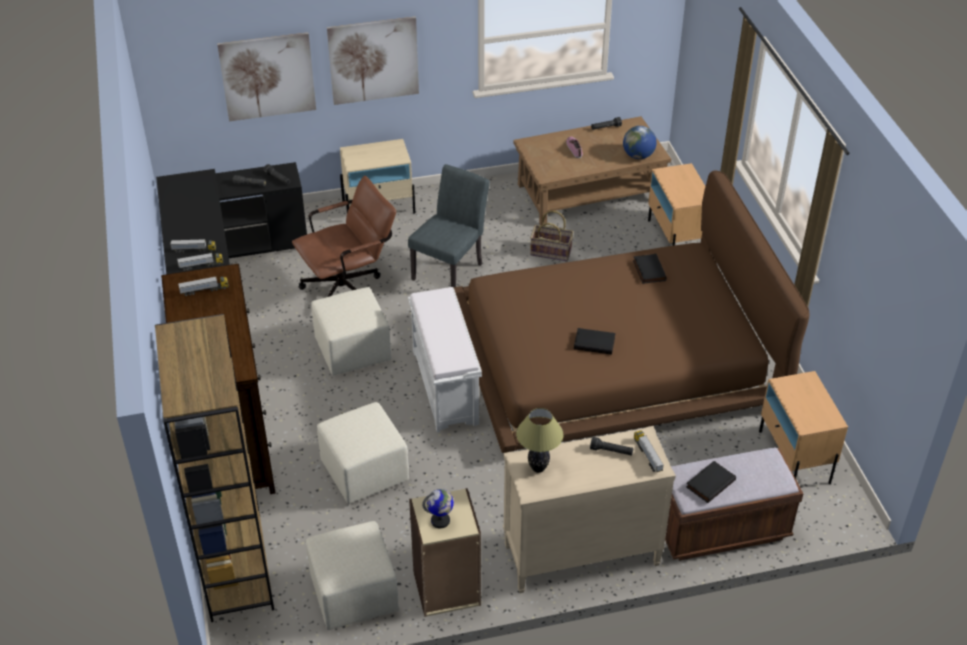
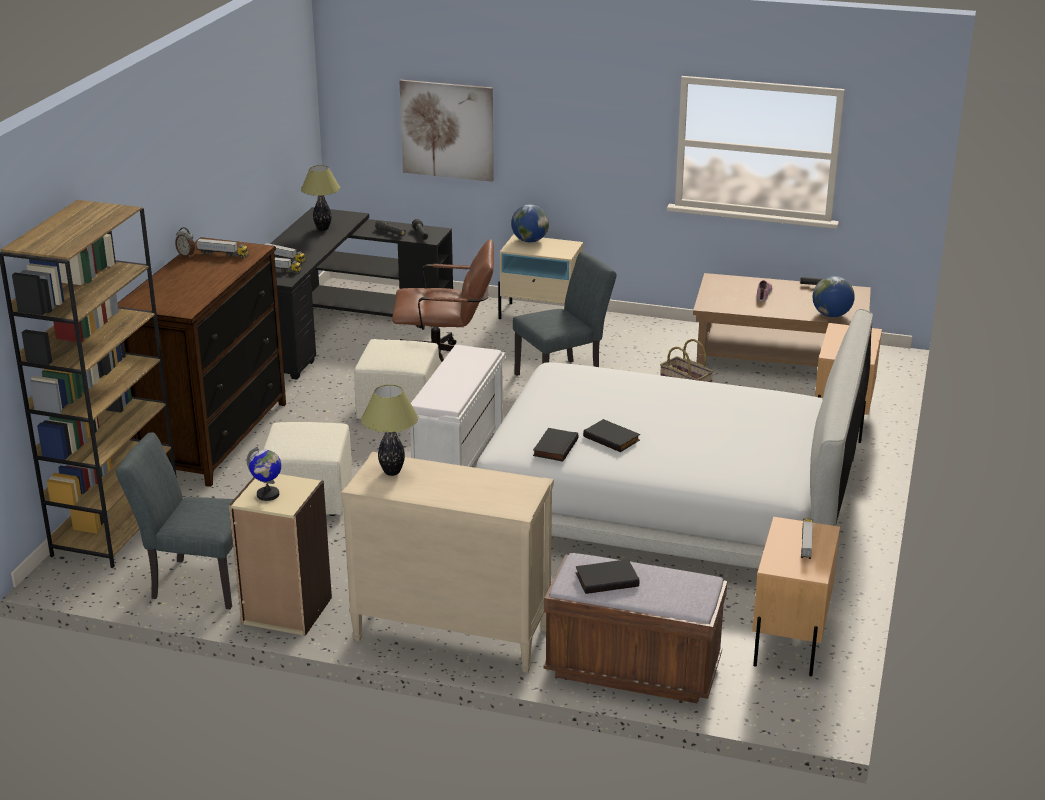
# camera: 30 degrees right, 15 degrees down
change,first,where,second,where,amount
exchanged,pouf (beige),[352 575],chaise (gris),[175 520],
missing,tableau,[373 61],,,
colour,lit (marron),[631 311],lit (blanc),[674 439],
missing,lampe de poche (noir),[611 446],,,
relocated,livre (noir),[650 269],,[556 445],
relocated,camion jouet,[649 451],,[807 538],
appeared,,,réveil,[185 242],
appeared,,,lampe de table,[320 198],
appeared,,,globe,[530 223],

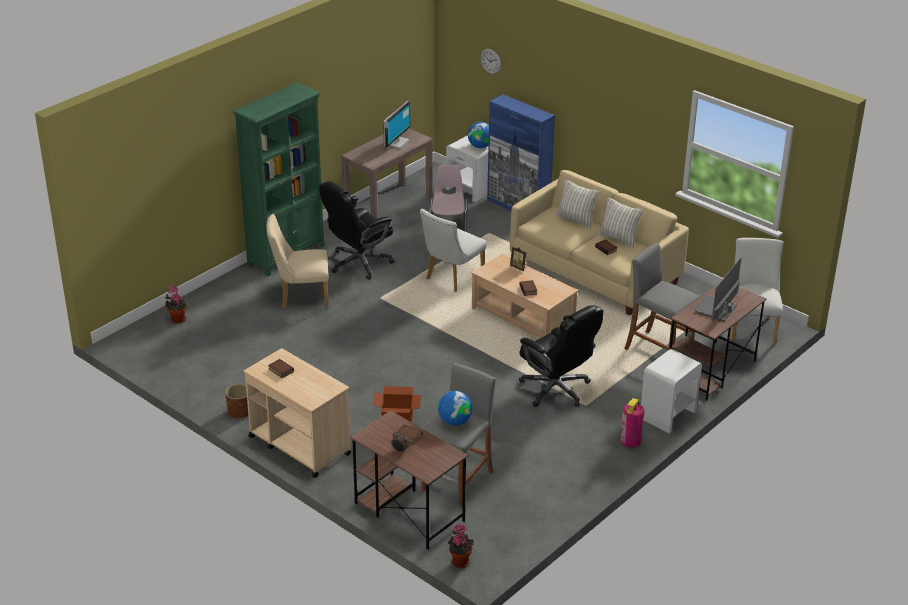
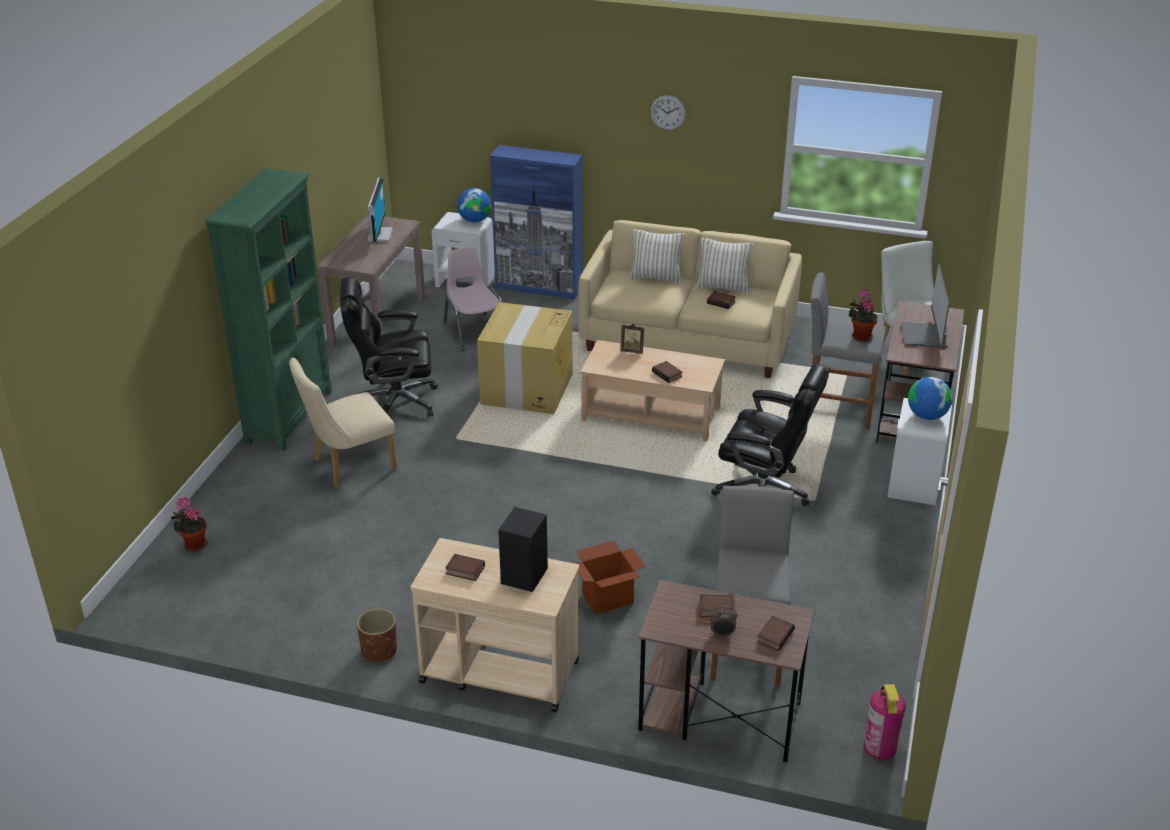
# camera: 25 degrees left, 0 degrees up
change,first,where,second,where,amount
spun,chaise de bureau (noir),[357 230],,[389 347],60 degrees clockwise
exchanged,chaise (blanc),[453 250],carton,[525 358],
relocated,globe,[455 408],,[930 398],
relocated,plante en pot,[461 545],,[863 315],
relocated,horloge murale,[491 61],,[668 112],
relocated,extincteur,[633 423],,[885 722],
appeared,,,enceinte (noir),[523 549],
appeared,,,livre,[776 633],

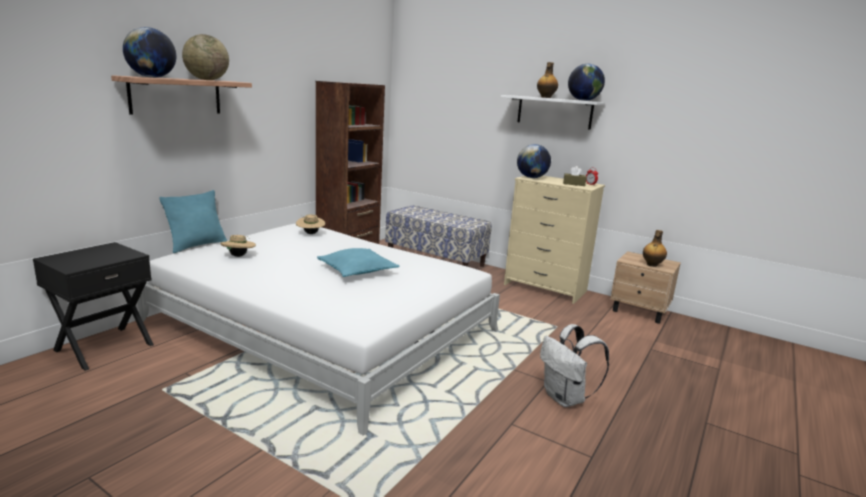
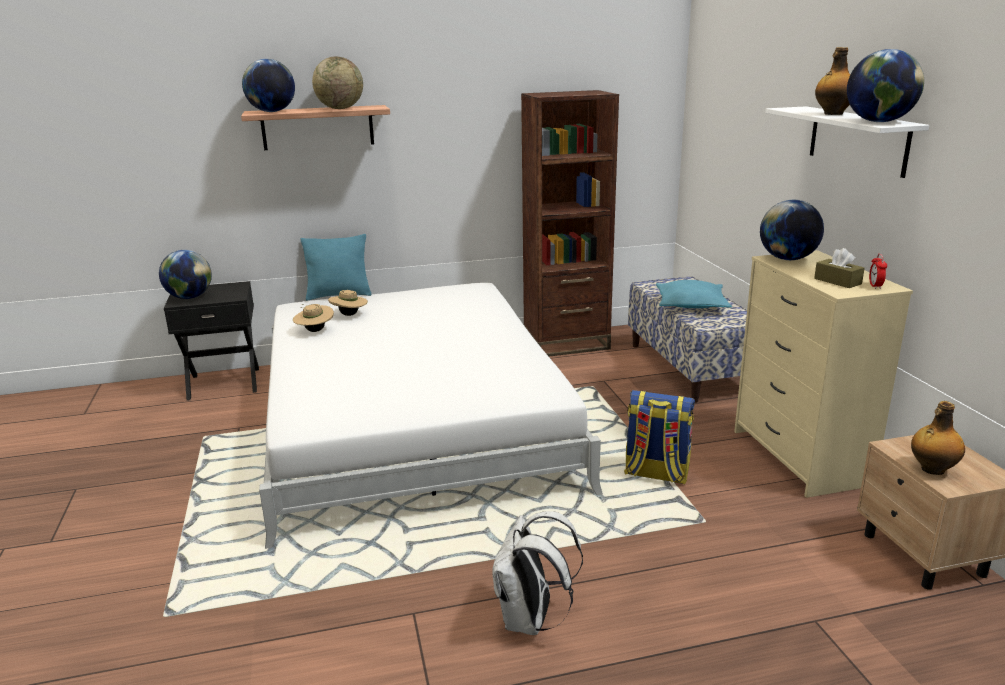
# camera: 45 degrees right, 5 degrees up
change,first,where,second,where,amount
relocated,chapeau (beige),[310 224],,[313 318],
relocated,coussin (turquoise),[358 262],,[694 294],
appeared,,,globe,[185 274],
appeared,,,sac à dos,[659 437],

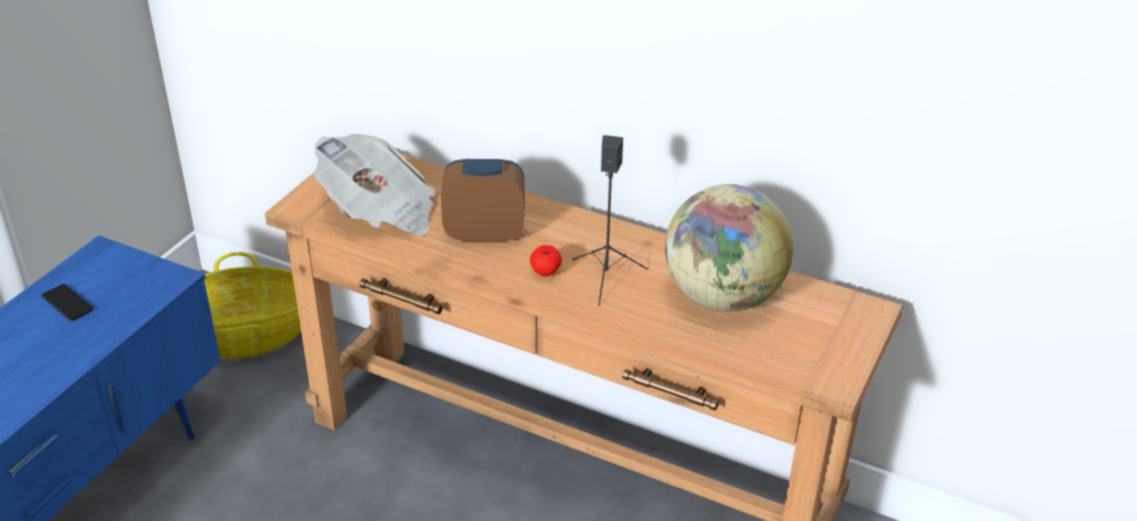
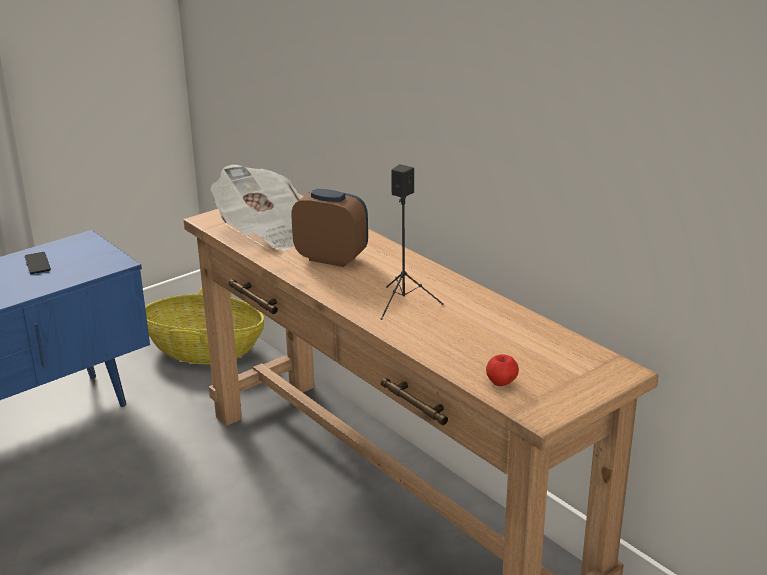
# camera: 25 degrees right, 10 degrees down
change,first,where,second,where,amount
relocated,pomme,[546 261],,[502 370],
missing,globe,[729 248],,,

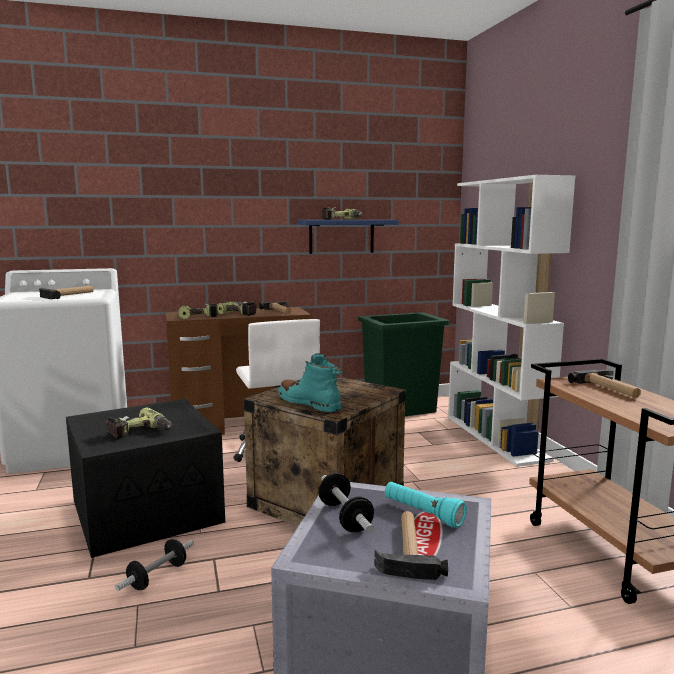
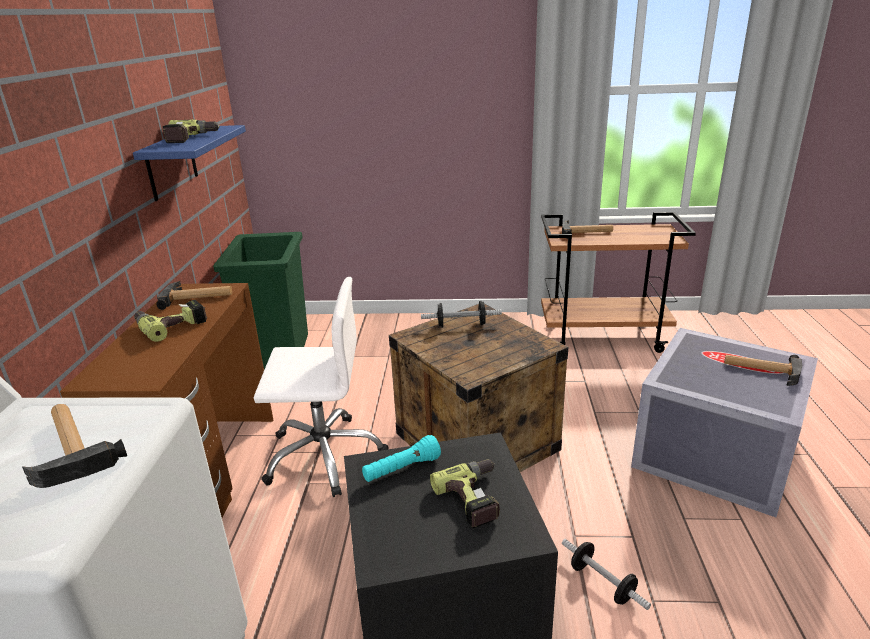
# camera: 70 degrees left, 15 degrees up
change,first,where,second,where,amount
missing,perceuse,[198 311],,,
missing,botte (turquoise),[310 382],,,
relocated,haltère,[346 503],,[461 314],
relocated,lampe de poche (turquoise),[426 505],,[401 458],
missing,bibliothèque (blanc),[511 320],,,

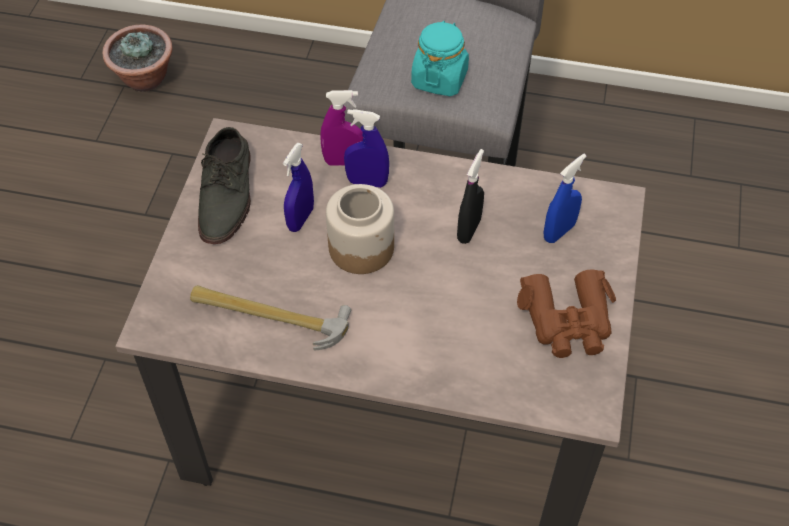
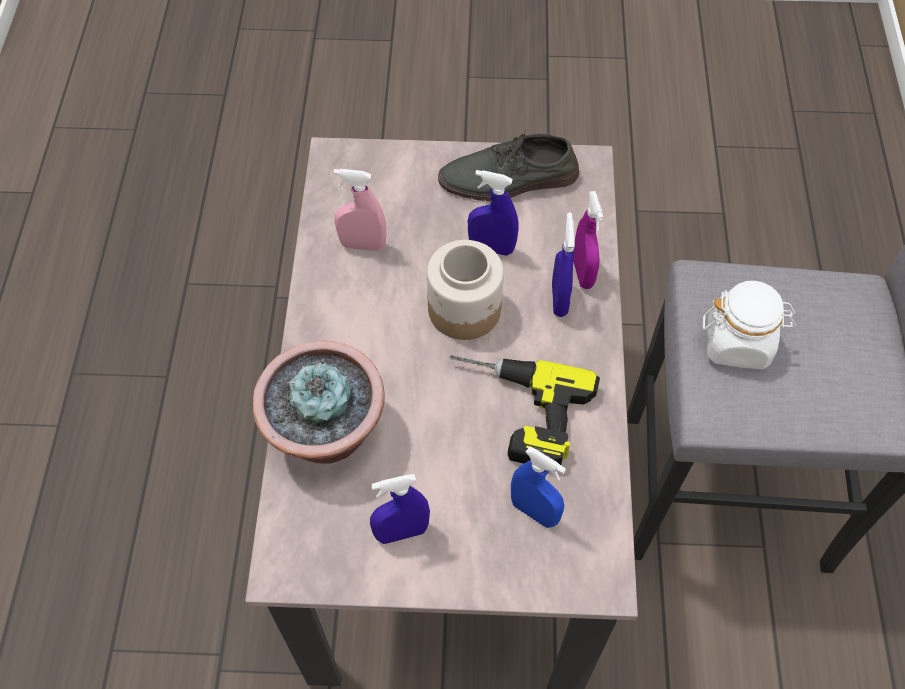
# camera: 80 degrees right, 5 degrees up
change,first,where,second,where,amount
relocated,plante en pot,[137 58],,[318 402],
exchanged,marteau,[270 317],vaporisateur (rose),[360 210],
colour,bocal (turquoise),[440 58],bocal (blanc),[749 325],
exchanged,vaporisateur (noir),[470 196],perceuse,[525 410],
exchanged,jumelles (marron),[566 314],vaporisateur (bleu),[400 509],

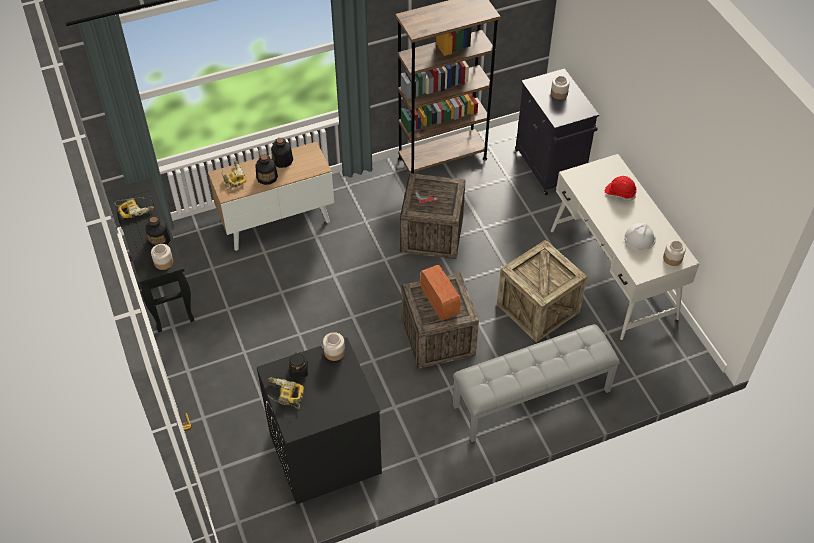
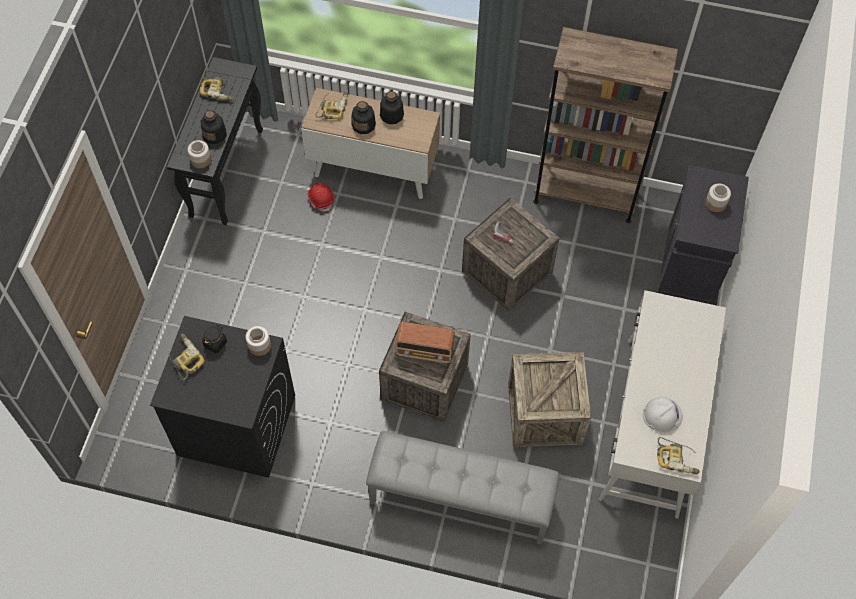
# camera: 35 degrees right, 10 degrees up
change,first,where,second,where,amount
spun,radio,[440 293],,[425 342],90 degrees clockwise
relocated,casque de chantier (rouge),[621 188],,[321 197],
exchanged,bocal,[674 253],perceuse,[678 455],

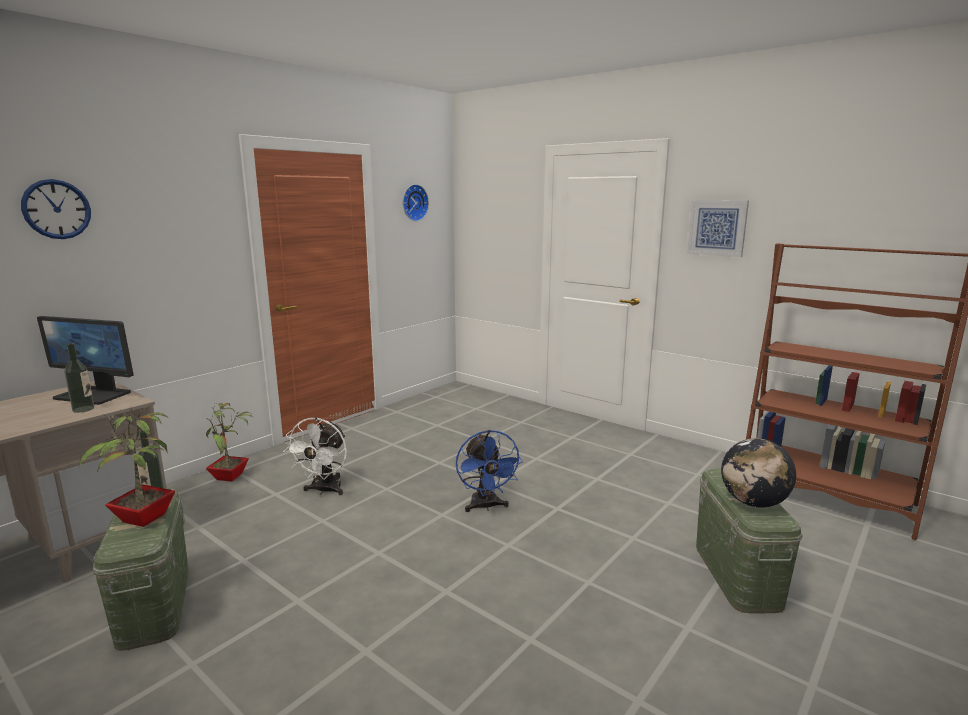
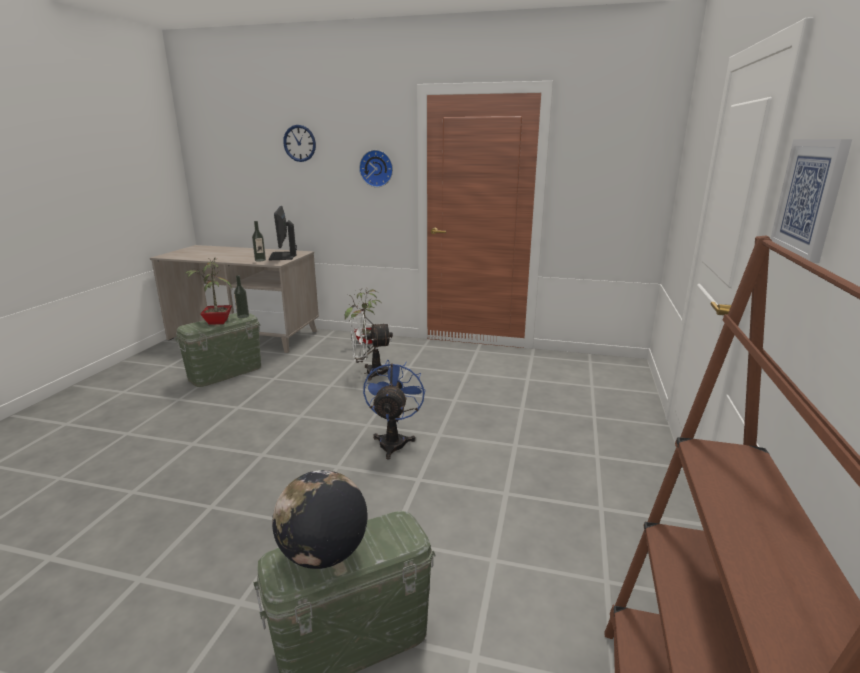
# camera: 65 degrees right, 5 degrees up
change,first,where,second,where,amount
relocated,horloge murale,[416 202],,[376 168],
spun,ventilateur (bleu),[489 471],,[394 409],135 degrees clockwise

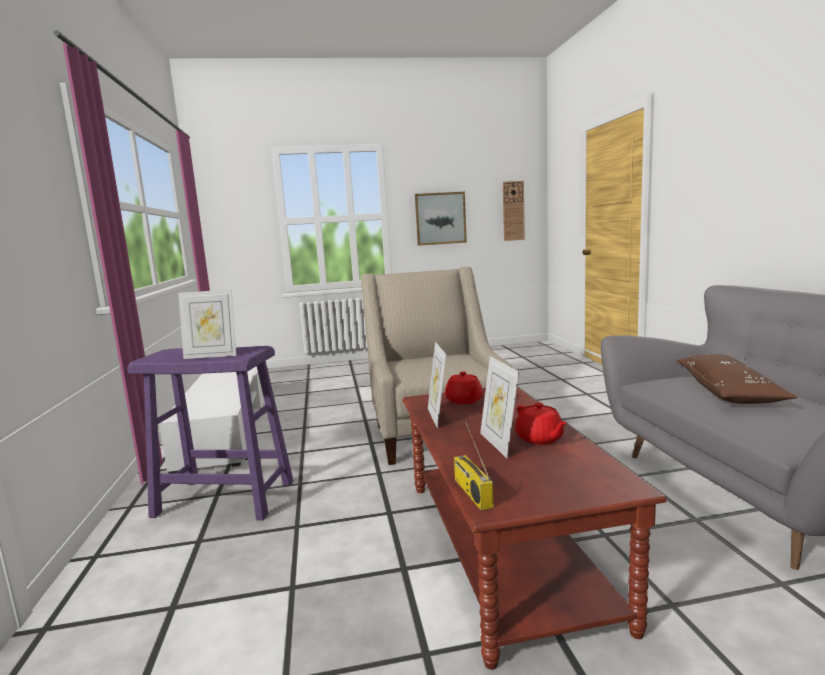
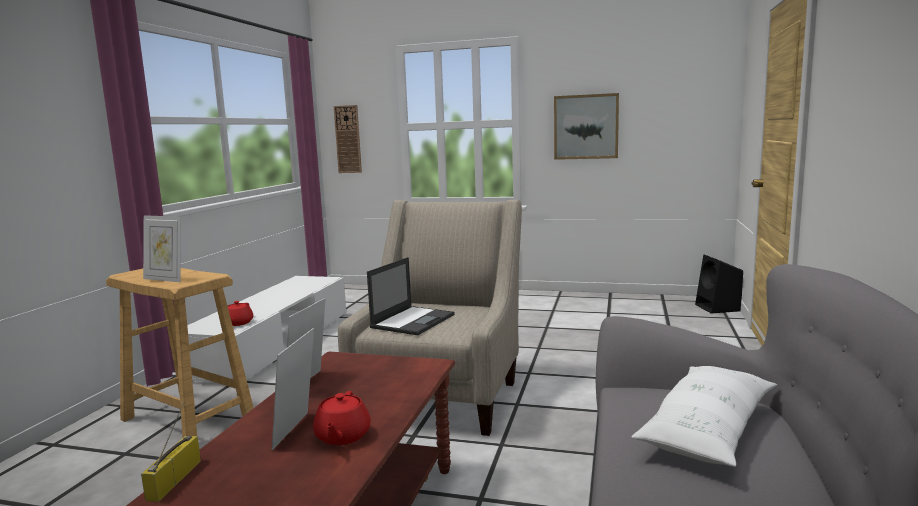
# camera: 25 degrees right, 0 degrees up
change,first,where,second,where,amount
colour,tabouret (violet),[210 433],tabouret (beige),[180 353],
relocated,théière (rouge),[464 387],,[240 313],
relocated,horloge murale,[514 211],,[348 139],
colour,coussin (marron),[736 379],coussin (blanc),[704 416],
appeared,,,ordinateur portable,[410 296],
appeared,,,enceinte (noir),[719 284],

